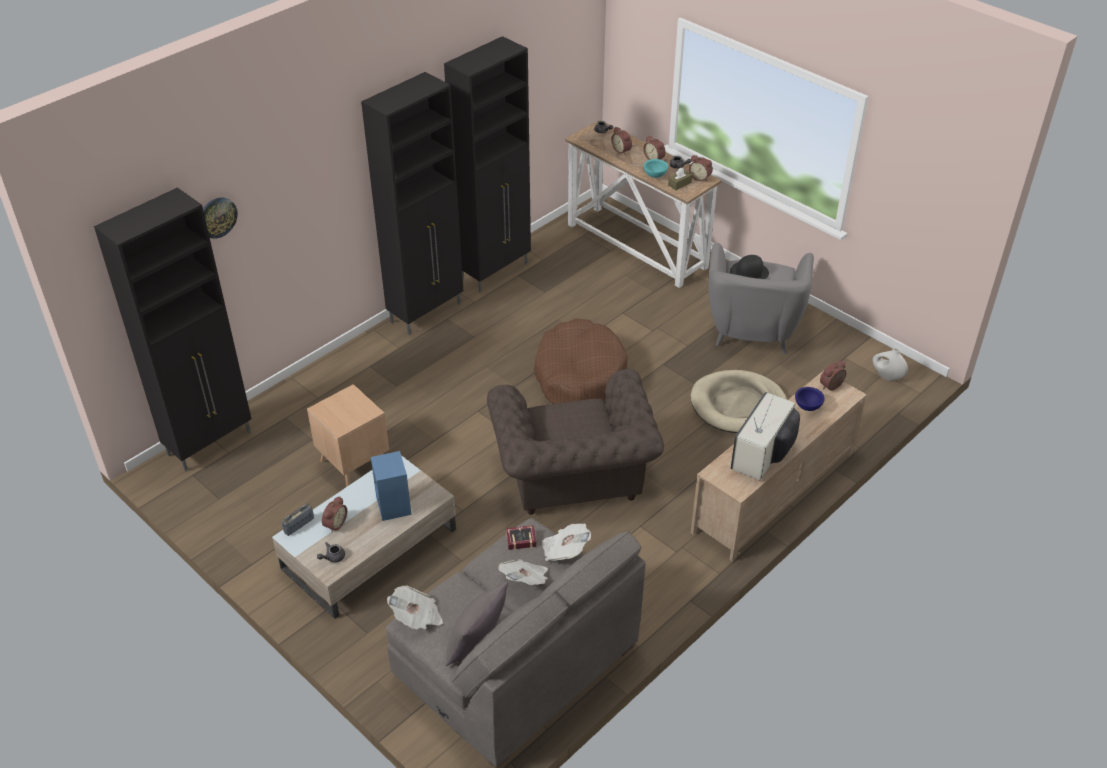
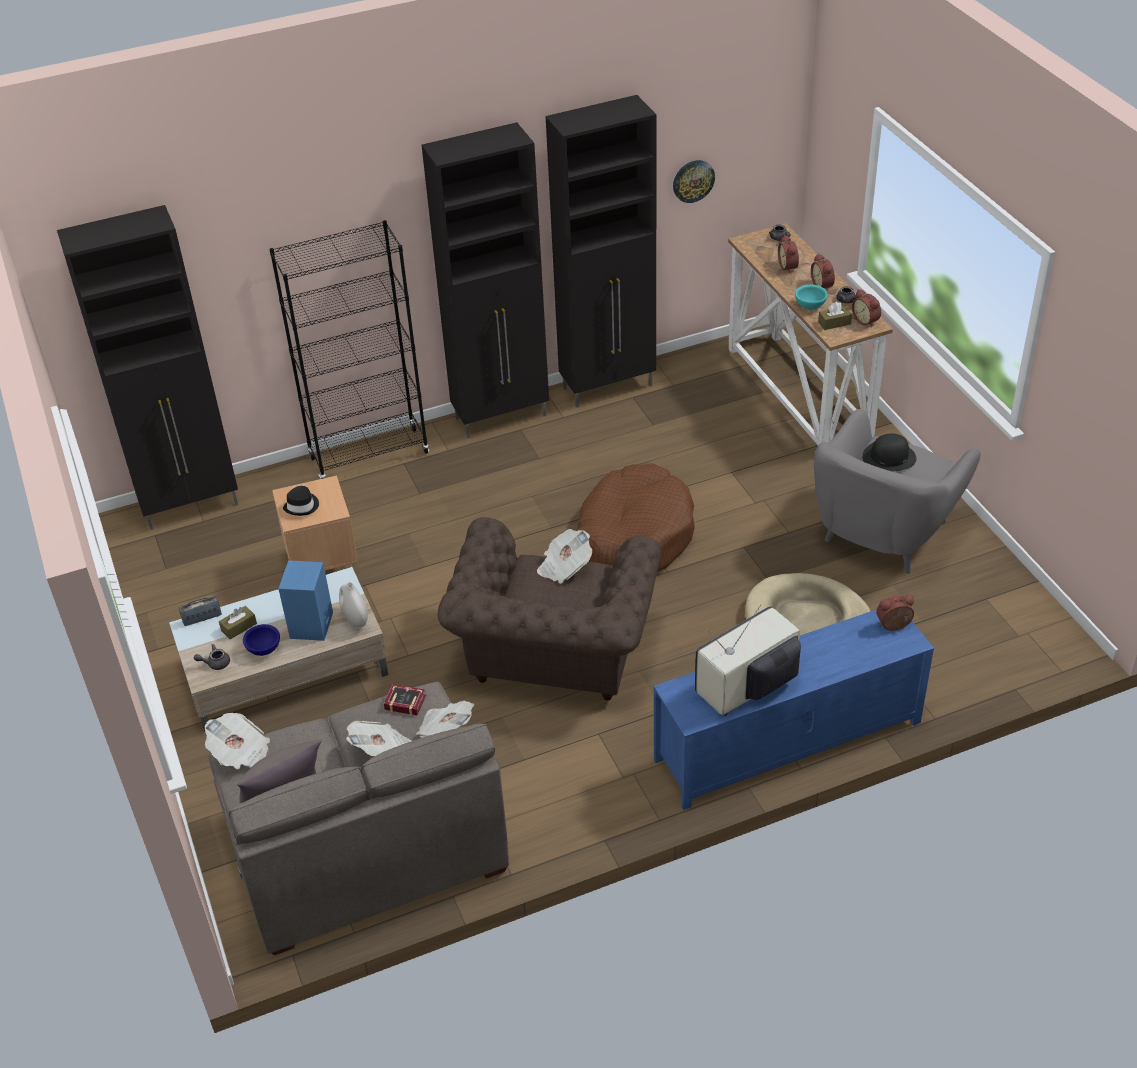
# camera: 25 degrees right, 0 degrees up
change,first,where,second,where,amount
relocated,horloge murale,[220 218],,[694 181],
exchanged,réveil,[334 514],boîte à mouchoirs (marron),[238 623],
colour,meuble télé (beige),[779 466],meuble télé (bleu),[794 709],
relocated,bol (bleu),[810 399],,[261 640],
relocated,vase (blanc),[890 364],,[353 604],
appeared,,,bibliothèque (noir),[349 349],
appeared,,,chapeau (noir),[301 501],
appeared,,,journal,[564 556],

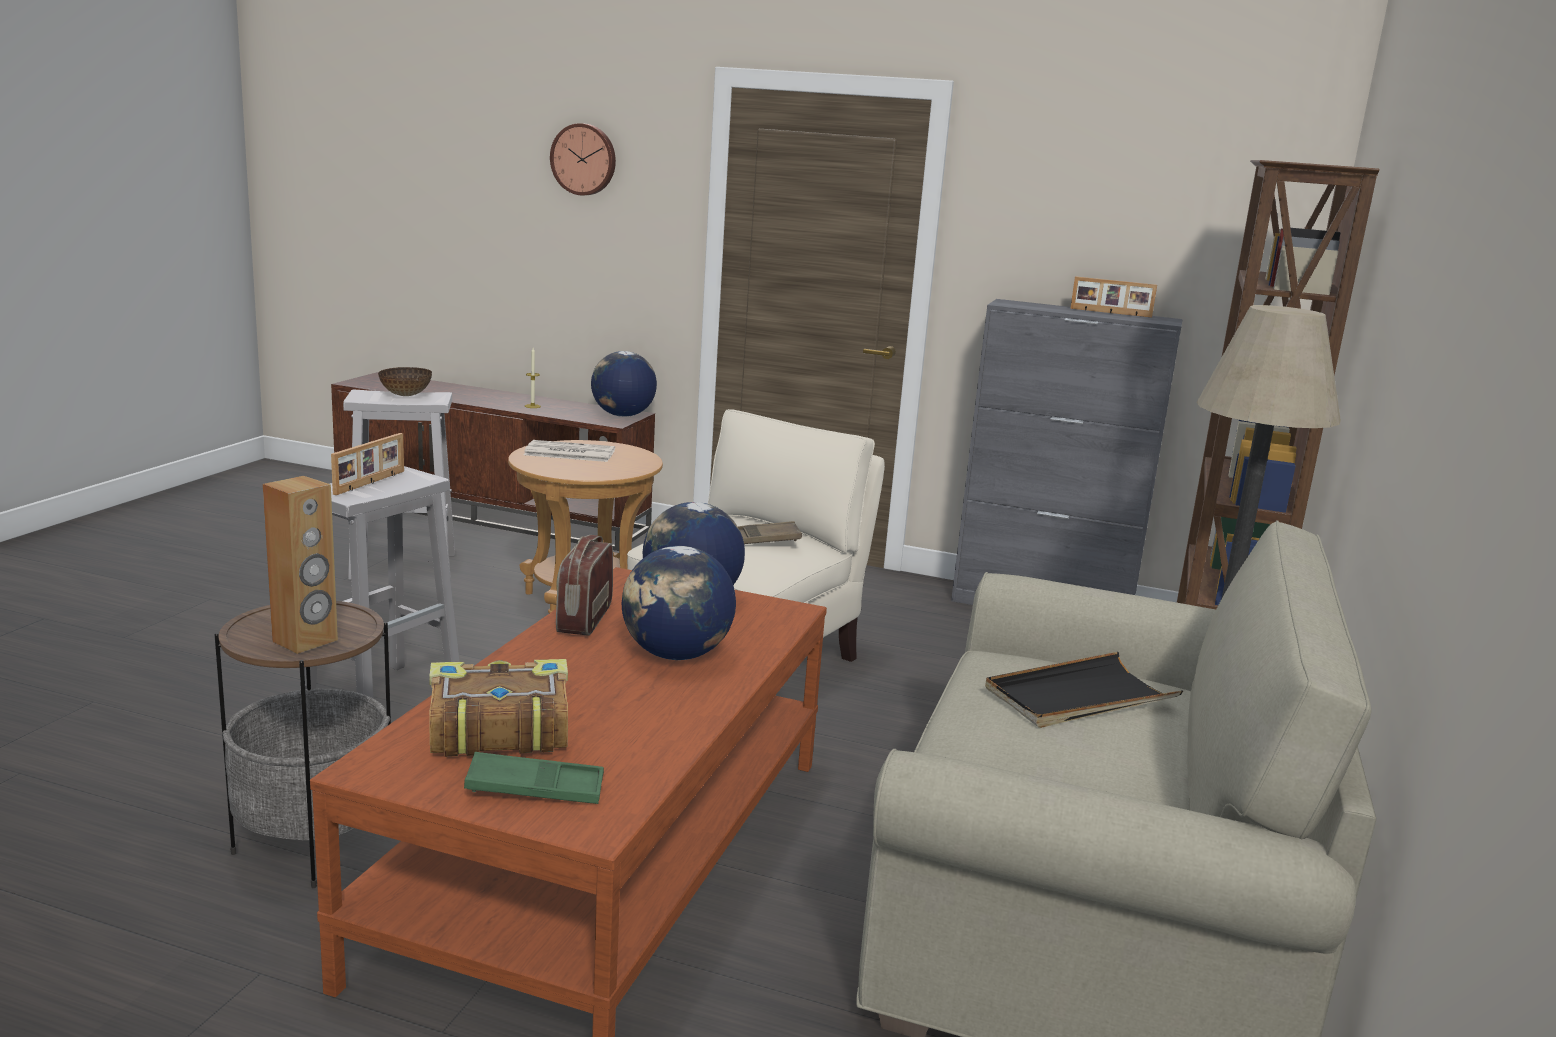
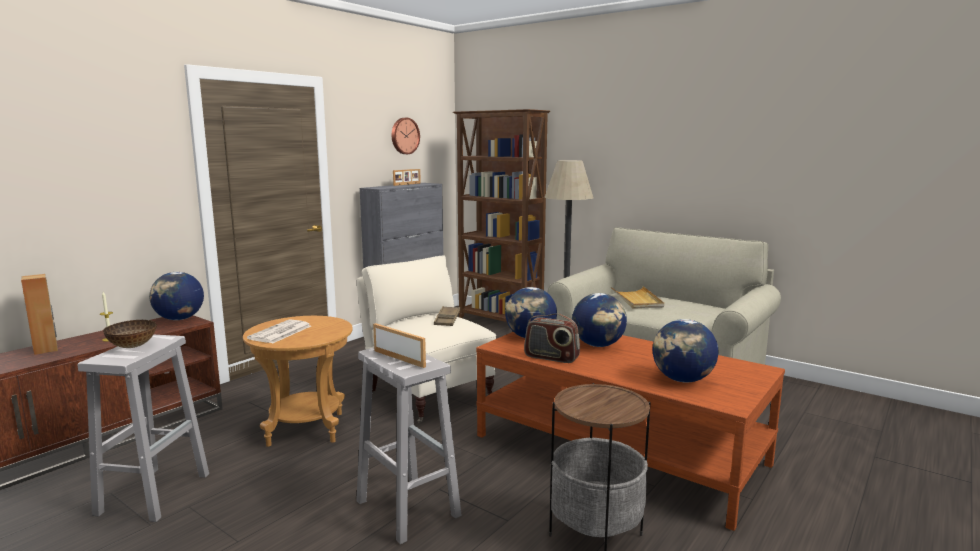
# camera: 70 degrees left, 5 degrees down
change,first,where,second,where,amount
relocated,enceinte (marron),[300 565],,[39 314],
exchanged,livre,[498 708],globe,[685 351],
missing,plateau (vert),[534 778],,,
relocated,horloge murale,[583 159],,[406 136],
colour,plateau (noir),[1084 690],plateau (beige),[637 297],

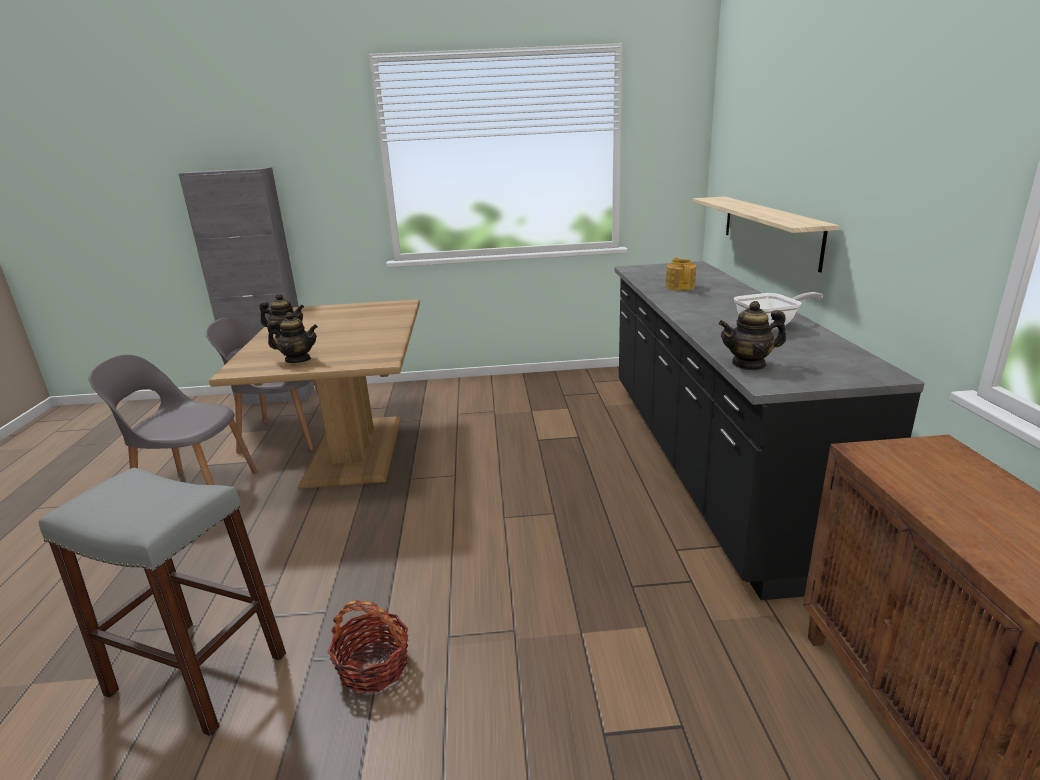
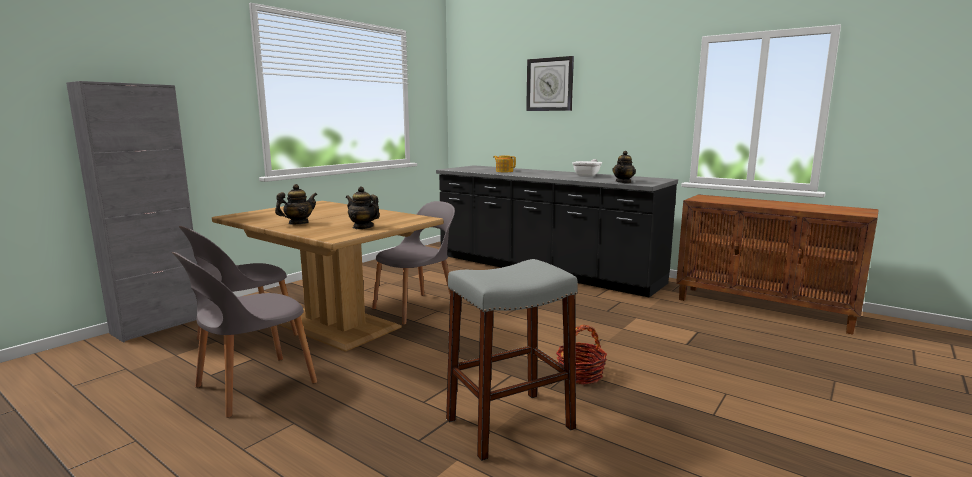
# camera: 50 degrees left, 10 degrees down
change,first,where,second,where,amount
spun,théière,[292 337],,[363 207],105 degrees counterclockwise
missing,étagère,[766 234],,,
appeared,,,chaise (gris),[413 263],
appeared,,,horloge murale,[550 83],

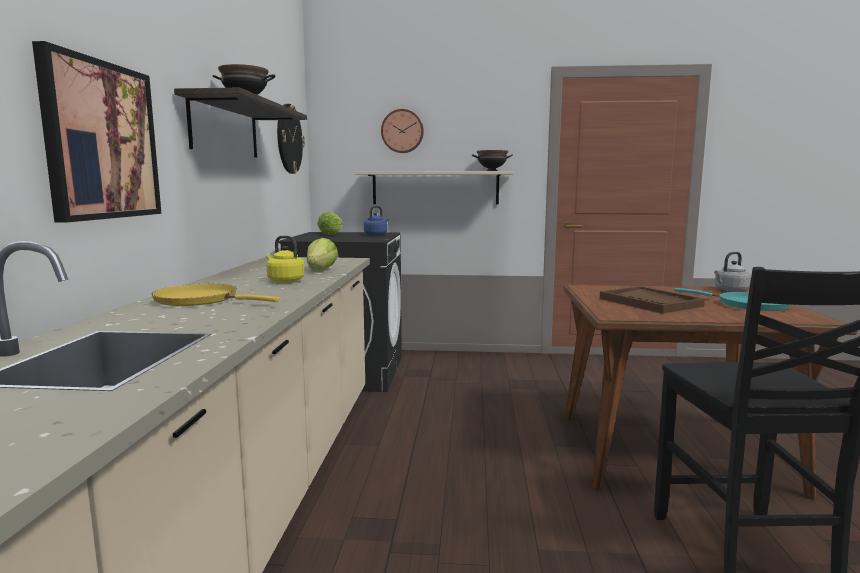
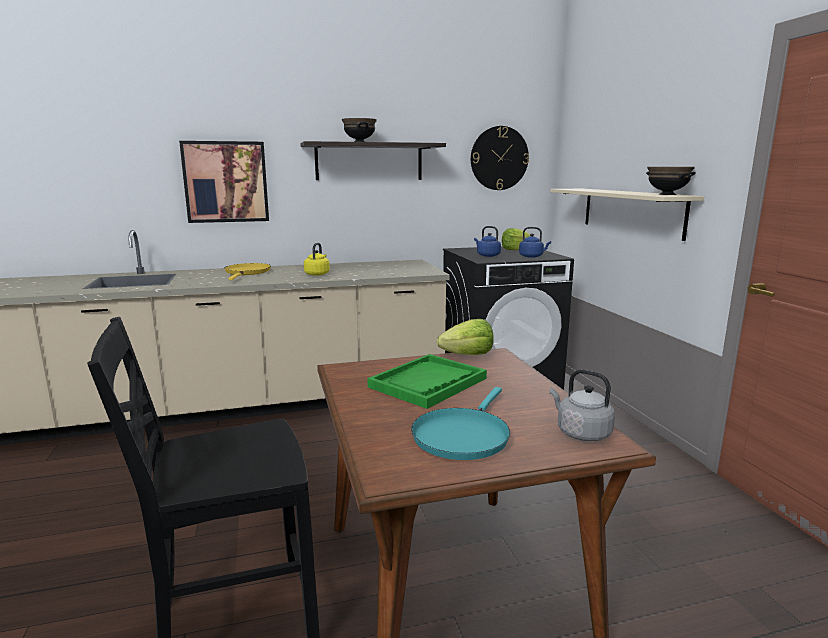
# camera: 70 degrees right, 5 degrees up
change,first,where,second,where,amount
relocated,laitue,[322 254],,[465 337],
missing,horloge murale,[402 131],,,
colour,plateau (marron),[652 299],plateau (vert),[427 381],
appeared,,,bouilloire (bleu),[487 241],

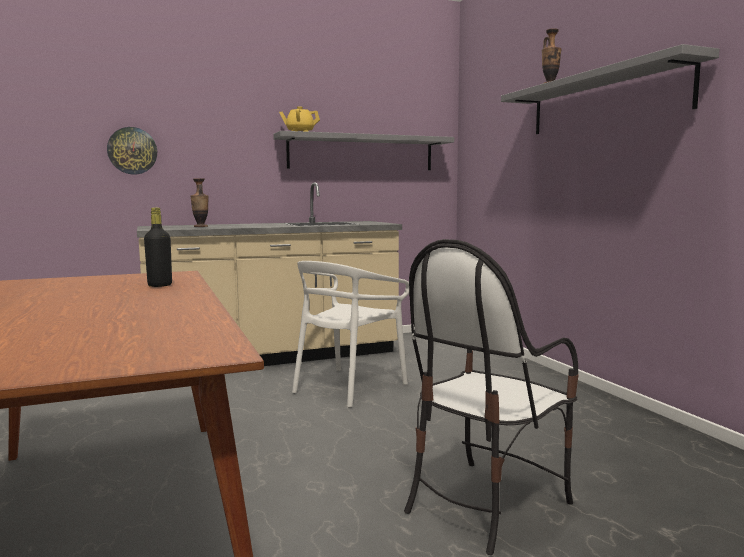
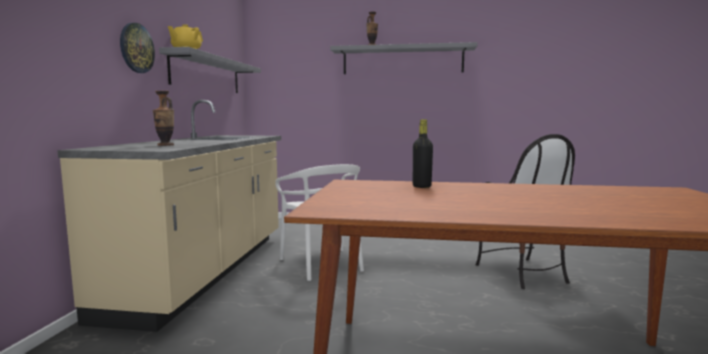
# camera: 60 degrees left, 0 degrees up
change,first,where,second,where,amount
relocated,horloge murale,[132 151],,[137 48],

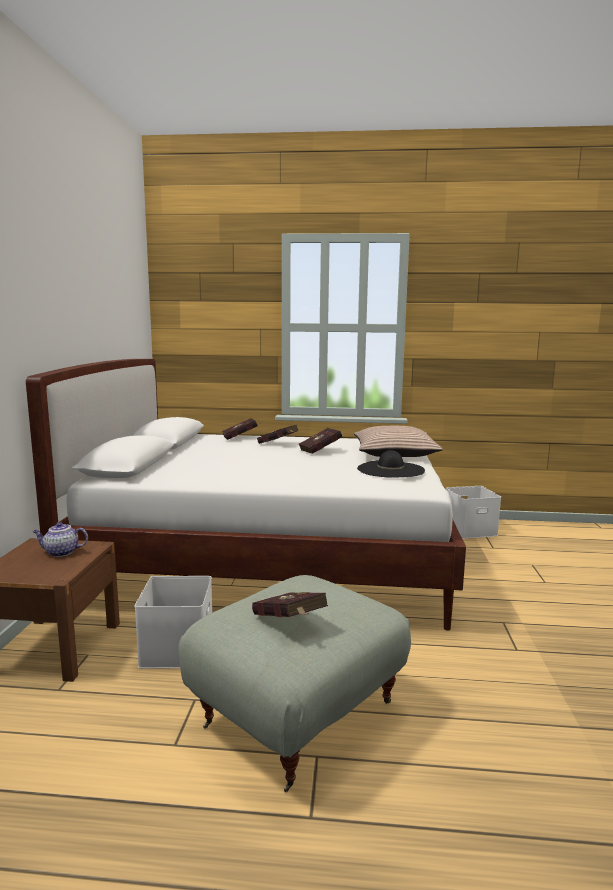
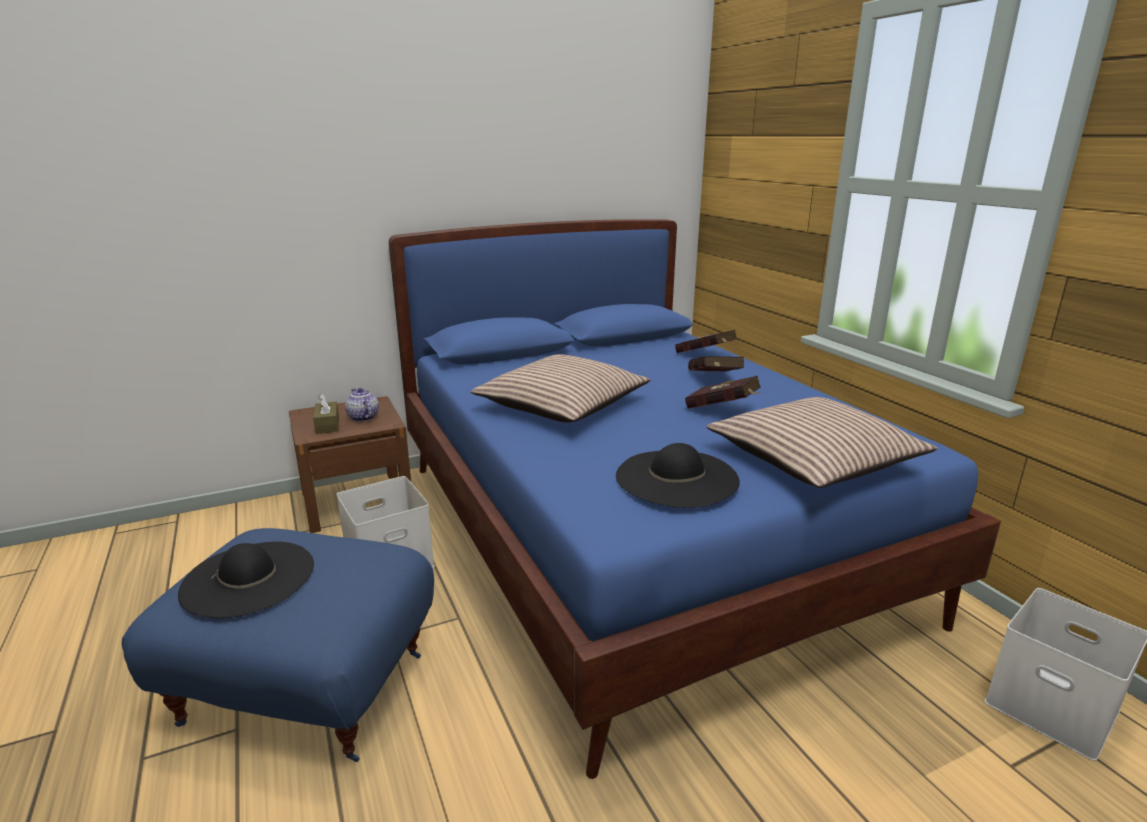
# camera: 60 degrees right, 10 degrees up
change,first,where,second,where,amount
colour,lit (blanc),[246 495],lit (bleu),[695 499],
colour,pouf (gris),[294 683],pouf (bleu),[278 645],
exchanged,livre (rouge),[290 604],chapeau (noir),[246 580],
appeared,,,boîte à mouchoirs (marron),[326 414],
appeared,,,coussin,[560 388],

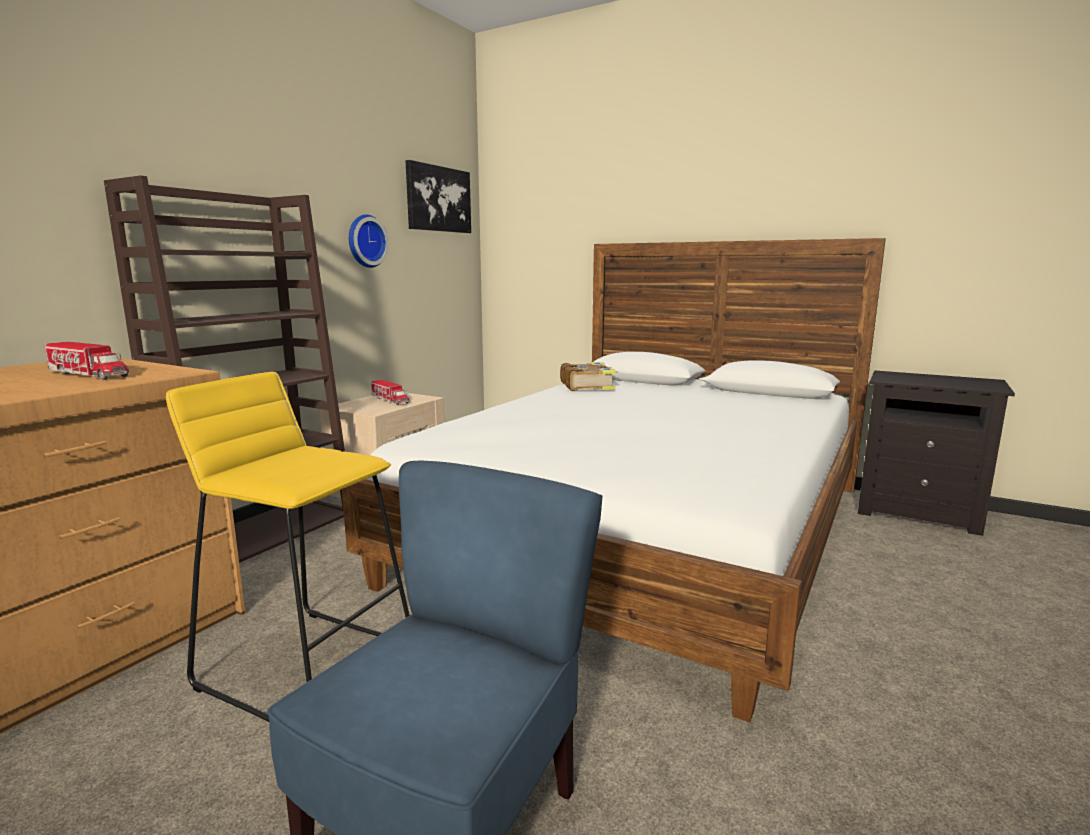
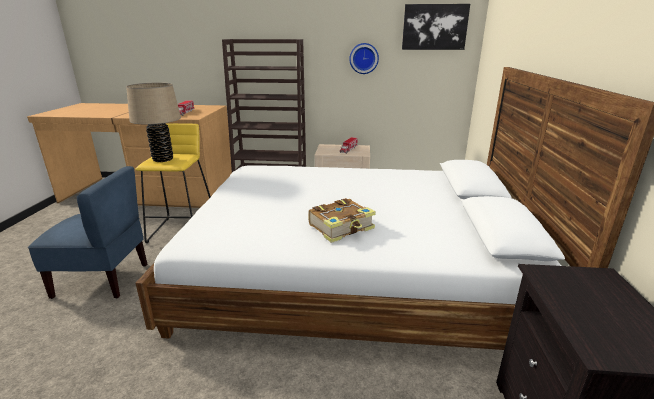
# camera: 65 degrees right, 10 degrees up
change,first,where,second,where,amount
relocated,livre,[589 376],,[342 220],
appeared,,,lampe de table (beige),[153 122],

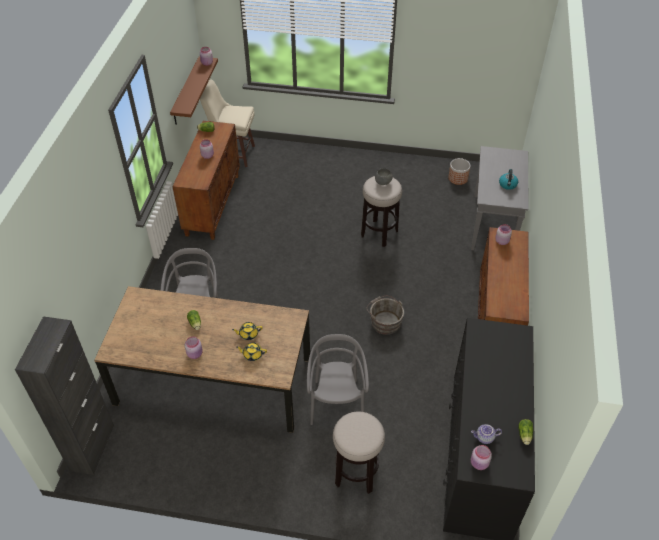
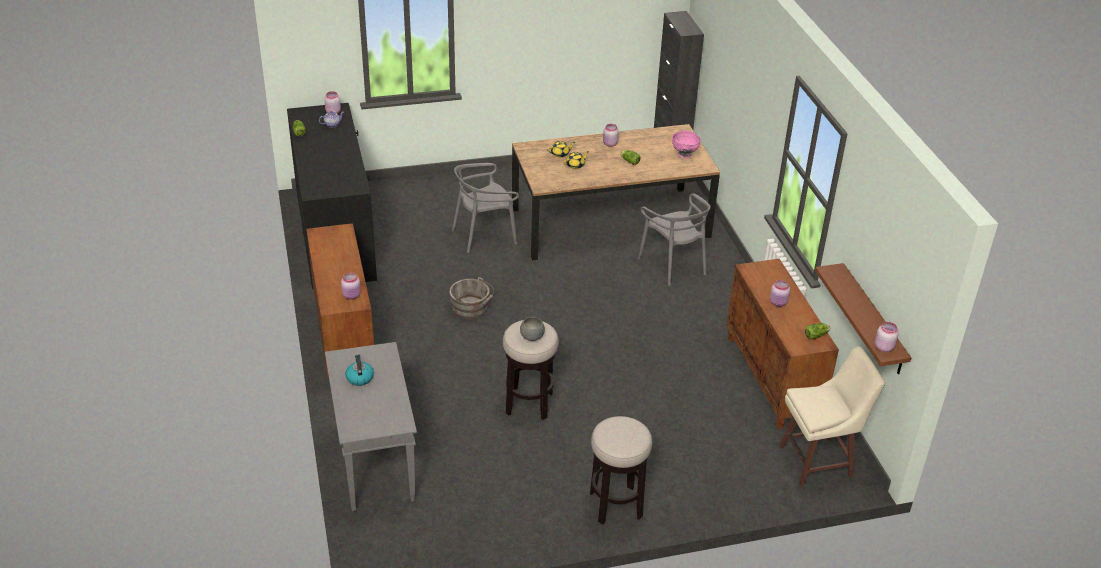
# camera: 155 degrees right, 10 degrees down
change,first,where,second,where,amount
spun,chaise (gris),[338 379],,[485 208],90 degrees clockwise
relocated,tabouret,[359 452],,[621 470],
missing,cache-pot,[459 171],,,
appeared,,,bol (rose),[686 145],

